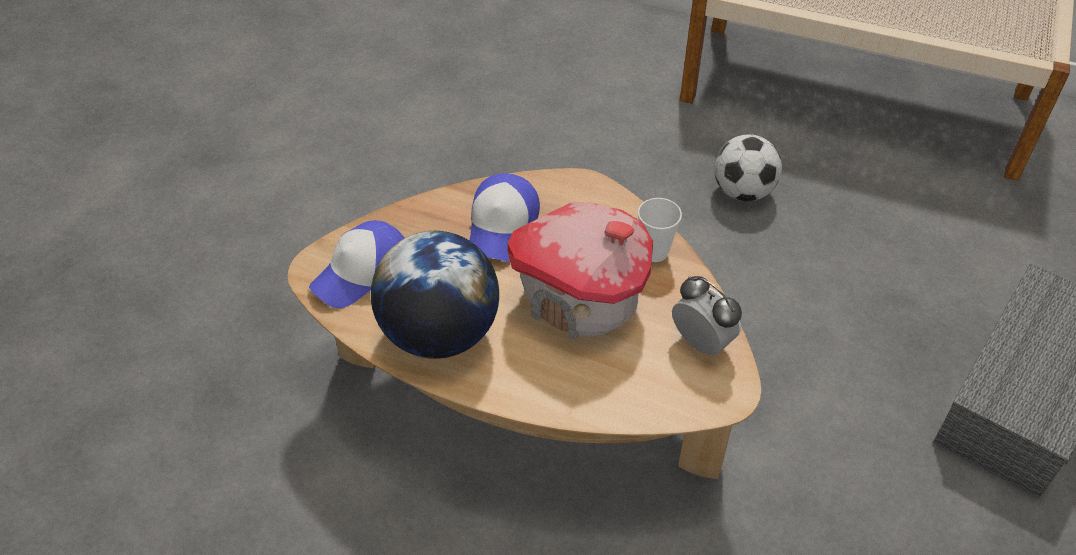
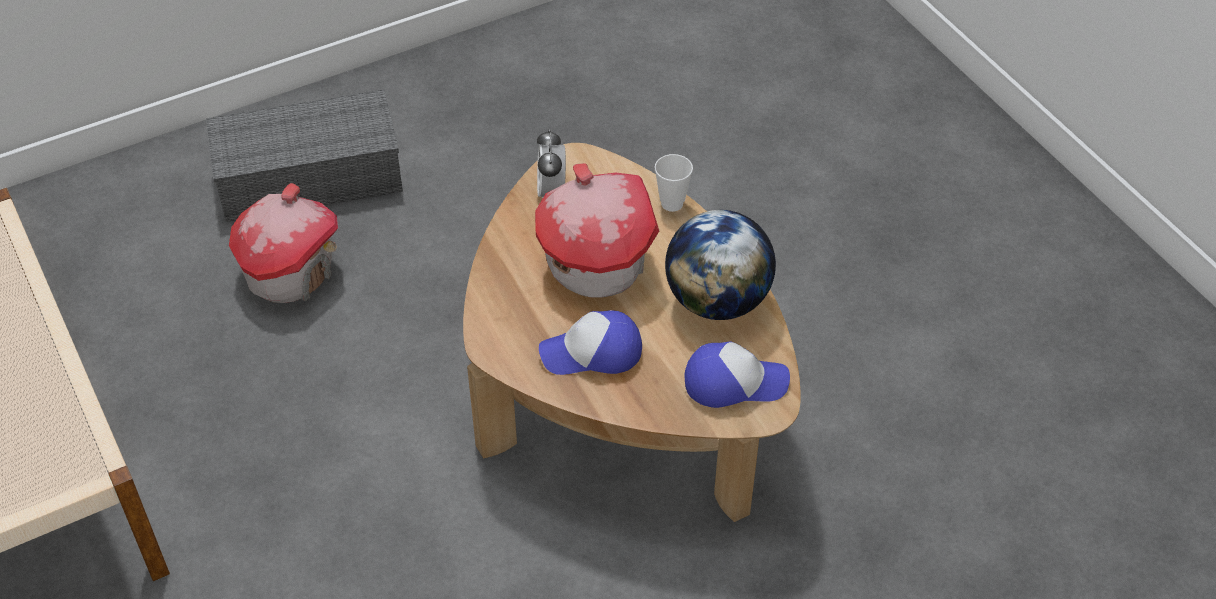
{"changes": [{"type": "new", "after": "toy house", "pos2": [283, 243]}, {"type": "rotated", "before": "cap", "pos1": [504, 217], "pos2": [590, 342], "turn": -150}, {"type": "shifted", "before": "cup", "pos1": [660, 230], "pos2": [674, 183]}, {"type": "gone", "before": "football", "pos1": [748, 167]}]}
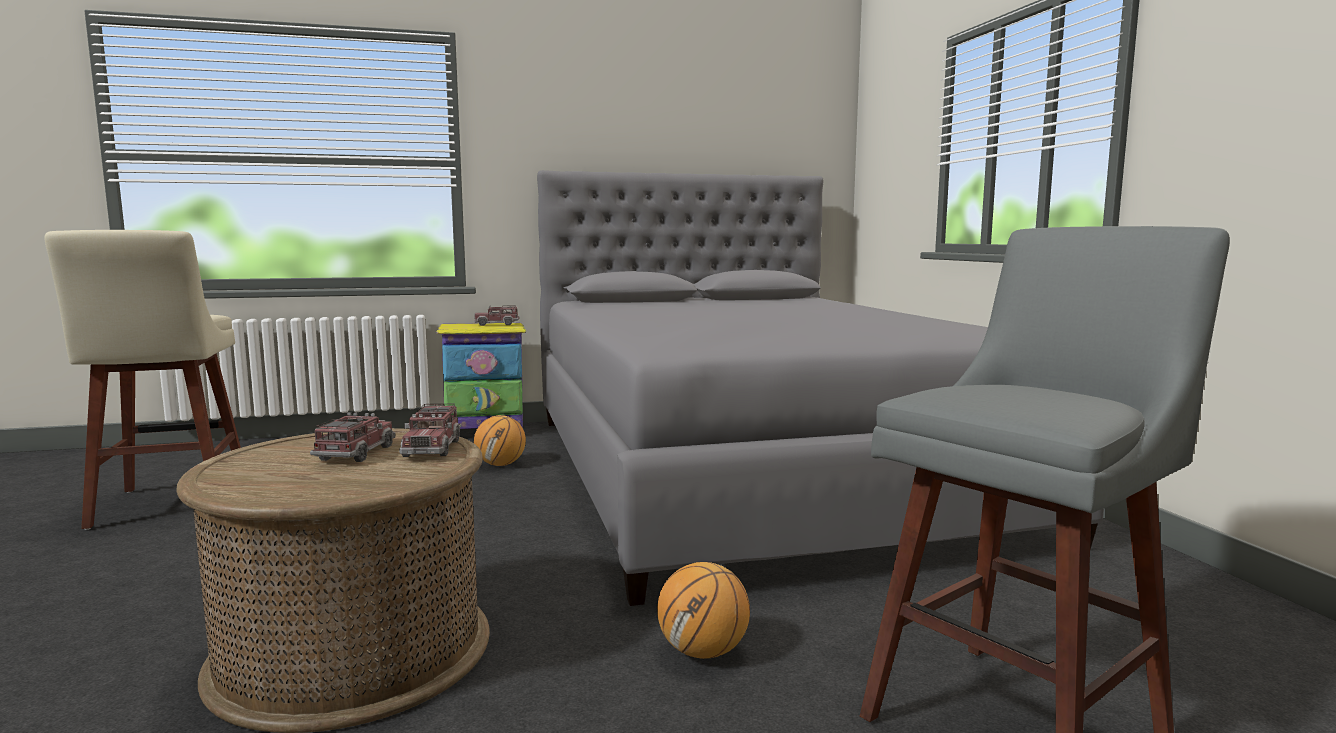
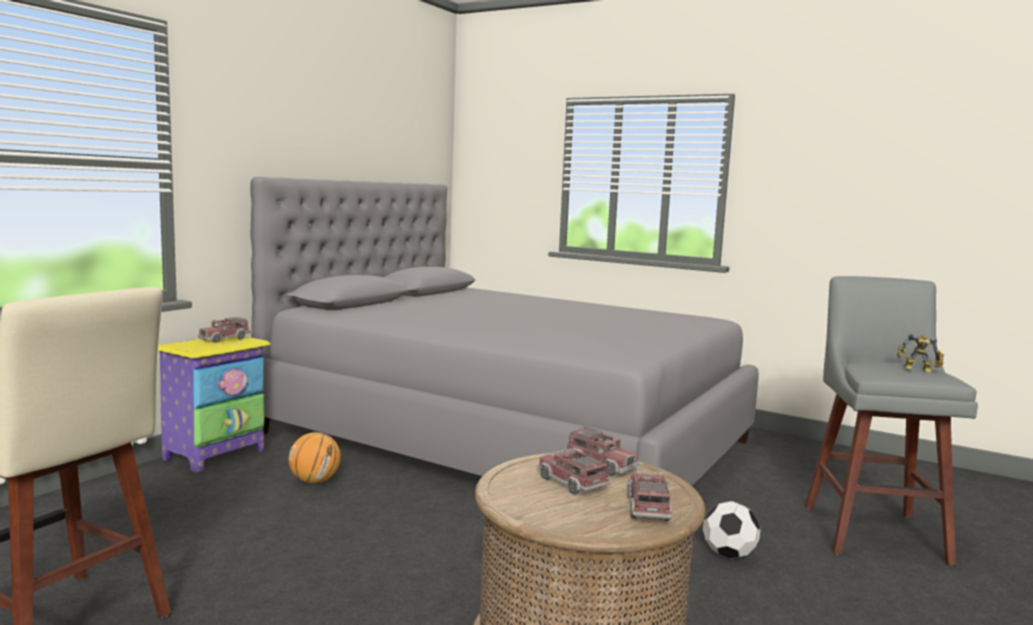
{"changes": [{"type": "new", "after": "toy truck", "pos2": [649, 495]}, {"type": "swapped", "before": "basketball", "after": "football", "pos1": [703, 610], "pos2": [732, 530]}, {"type": "new", "after": "toy robot", "pos2": [920, 352]}]}
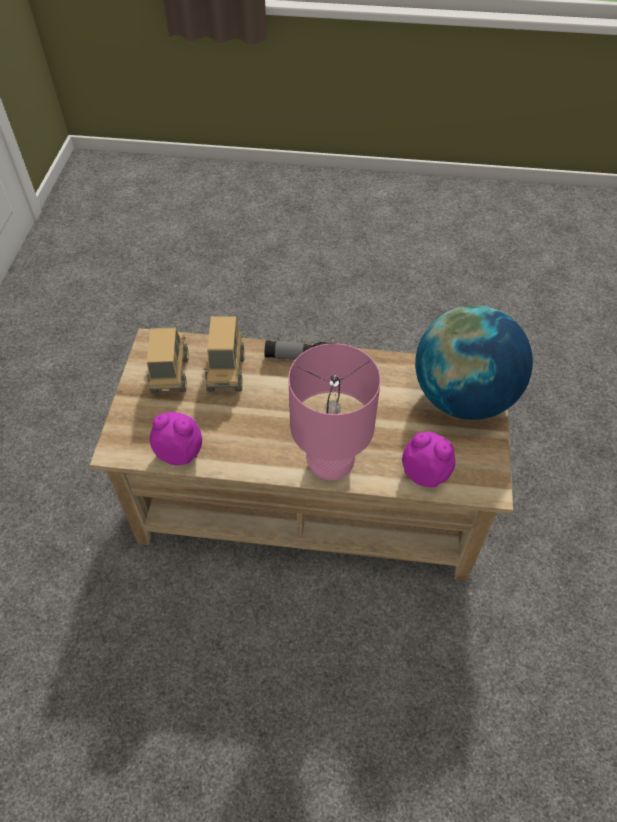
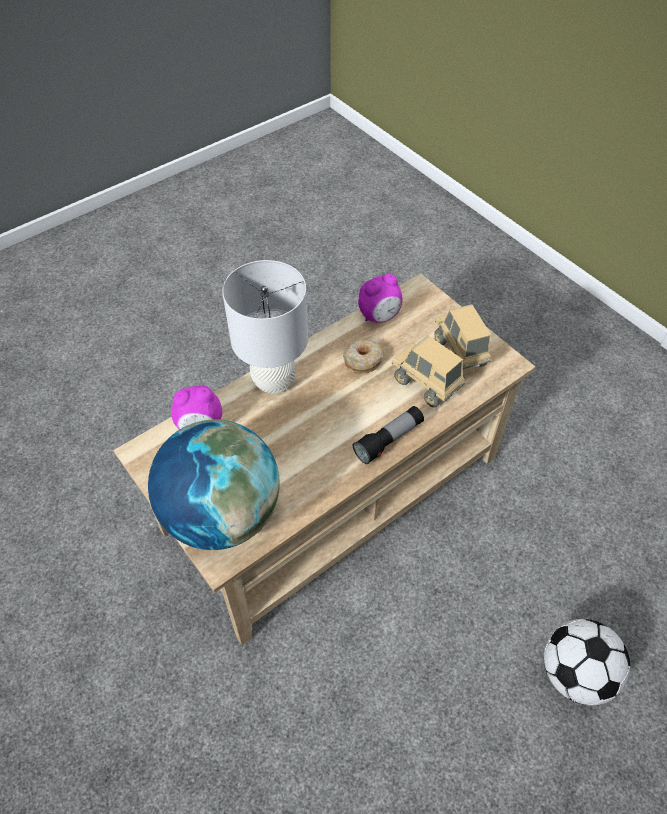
{"changes": [{"type": "repainted", "before": "pink table lamp", "after": "grey table lamp", "pos1": [334, 412], "pos2": [265, 326]}, {"type": "new", "after": "donut", "pos2": [363, 356]}, {"type": "rotated", "before": "toy truck", "pos1": [168, 360], "pos2": [462, 336], "turn": -150}, {"type": "new", "after": "football", "pos2": [587, 662]}]}
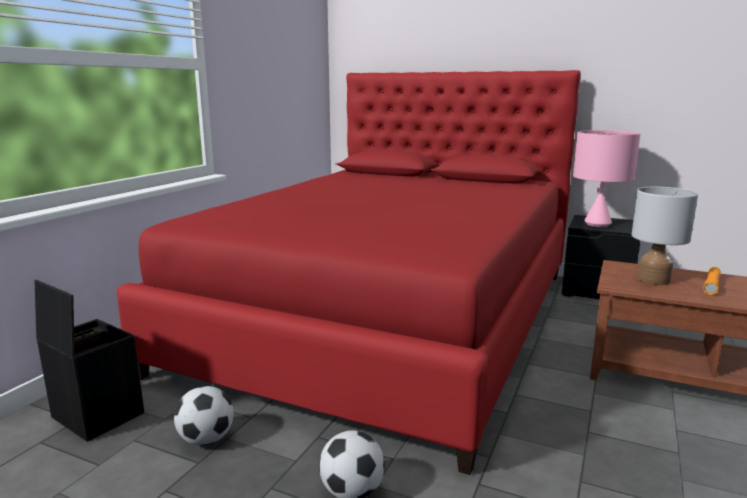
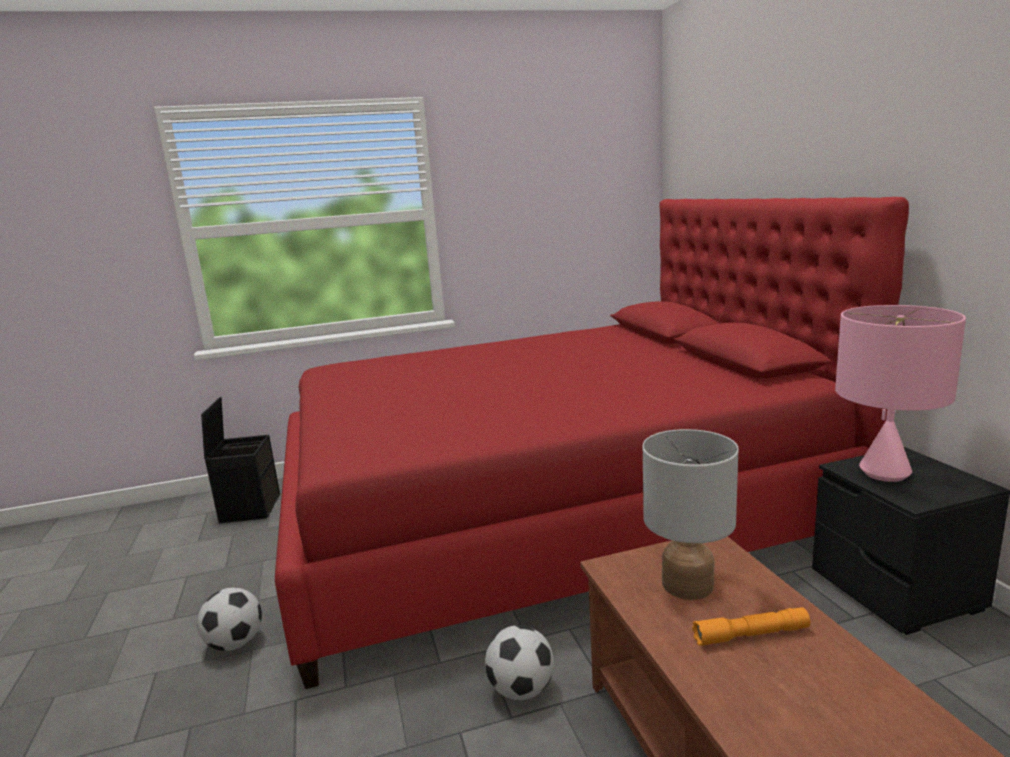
{"changes": [{"type": "shifted", "before": "football", "pos1": [204, 415], "pos2": [519, 662]}]}
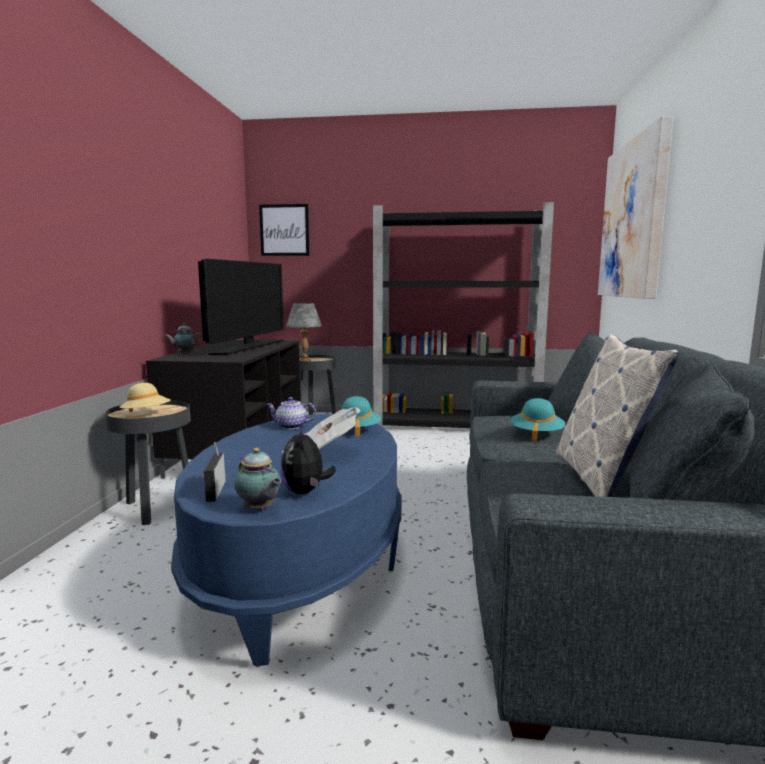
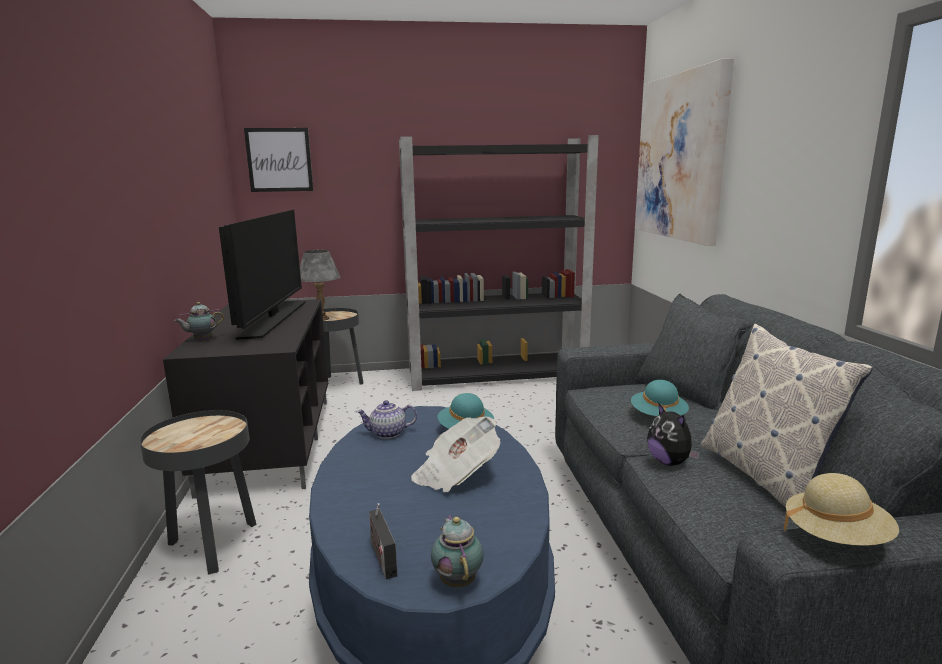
{"changes": [{"type": "rotated", "before": "teapot", "pos1": [258, 479], "pos2": [457, 551], "turn": -135}, {"type": "shifted", "before": "plush toy", "pos1": [308, 460], "pos2": [673, 435]}, {"type": "shifted", "before": "beige hat", "pos1": [145, 398], "pos2": [841, 509]}]}
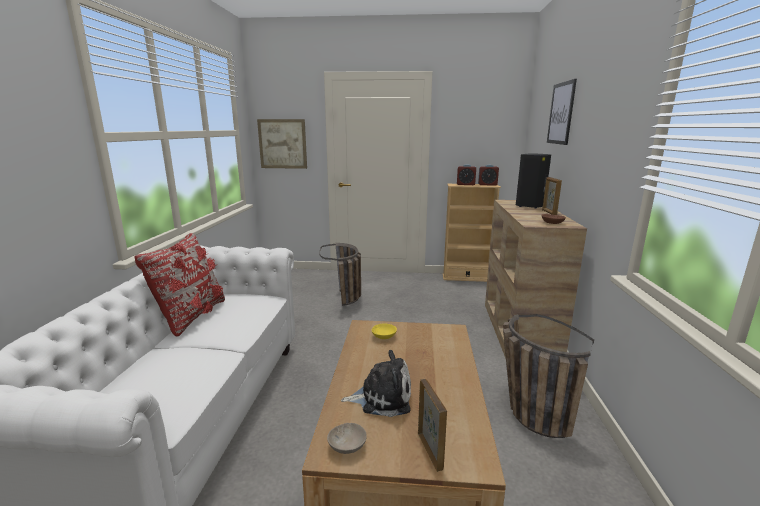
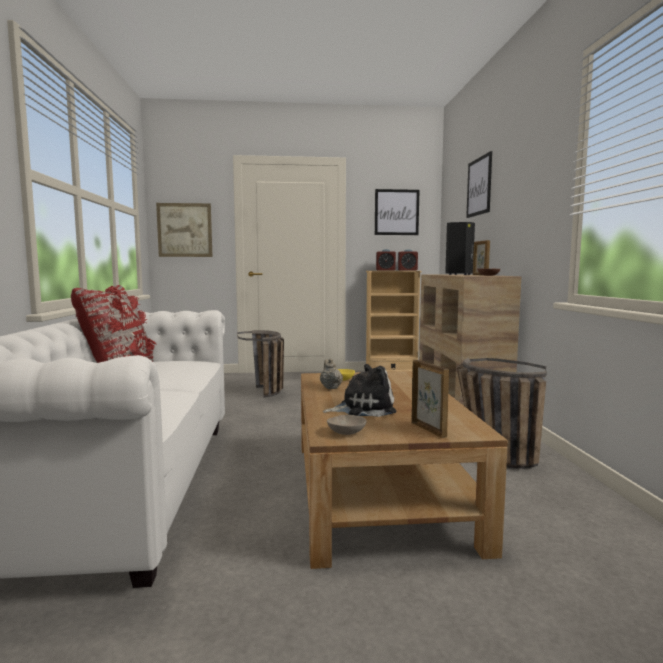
{"changes": [{"type": "new", "after": "beige teapot", "pos2": [331, 374]}, {"type": "new", "after": "picture", "pos2": [397, 212]}]}
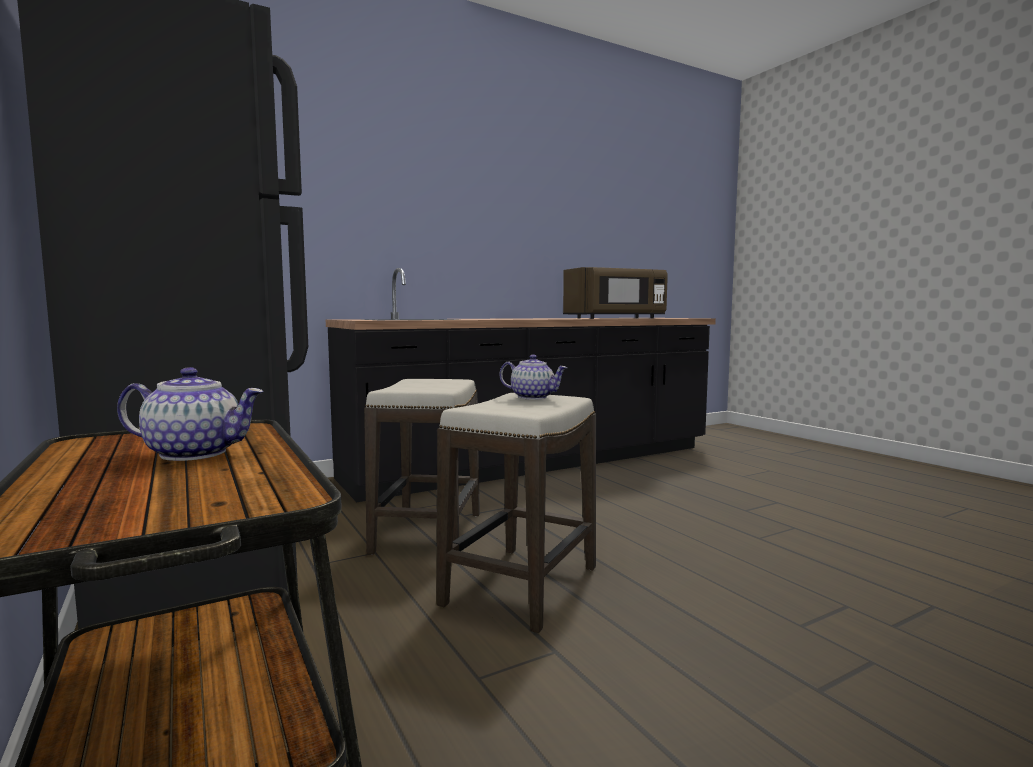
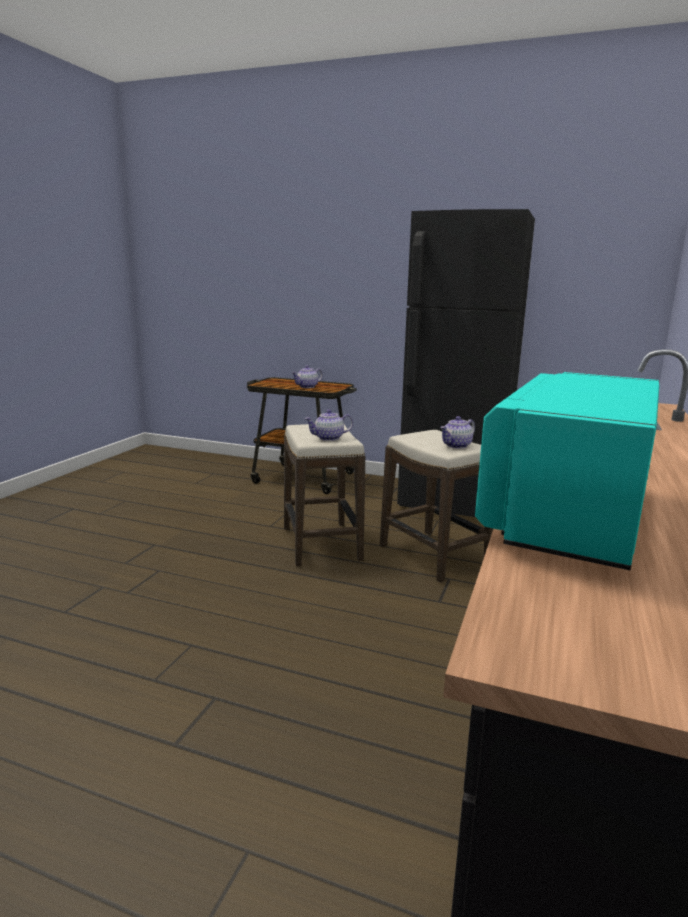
{"changes": [{"type": "new", "after": "teapot", "pos2": [457, 432]}, {"type": "repainted", "before": "brown microwave", "after": "turquoise microwave", "pos1": [615, 293], "pos2": [567, 471]}]}
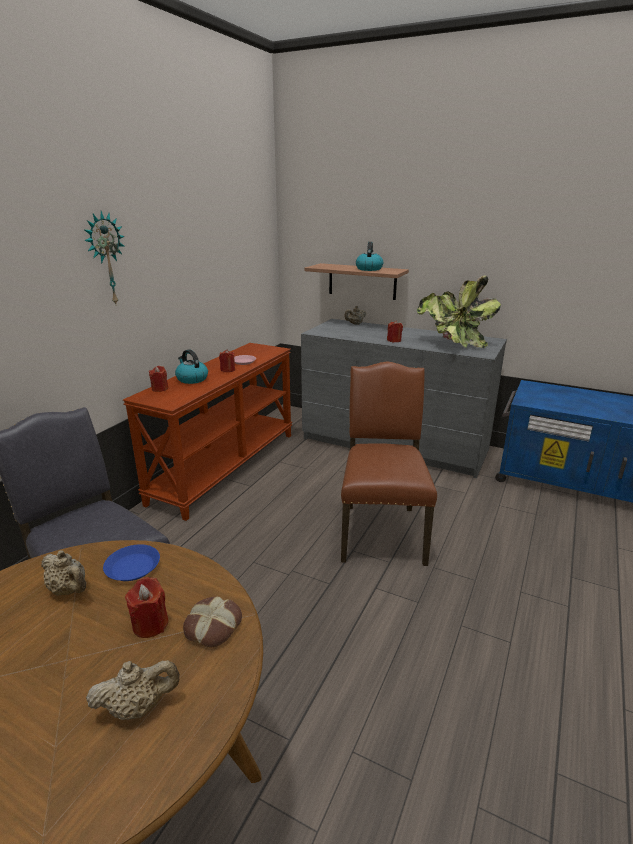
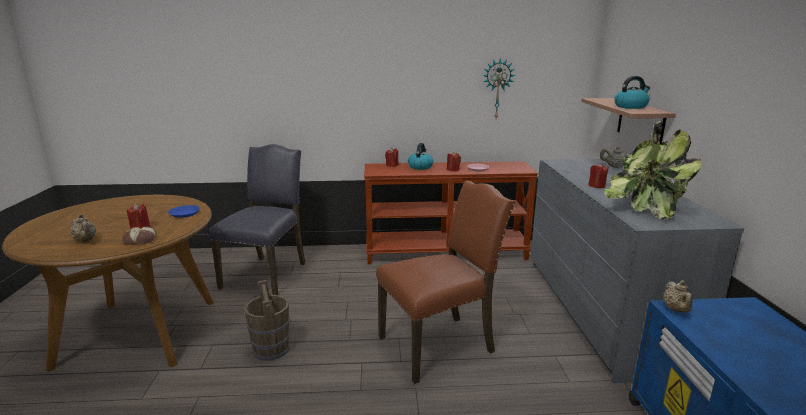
{"changes": [{"type": "new", "after": "brown bucket", "pos2": [267, 320]}, {"type": "shifted", "before": "wall clock", "pos1": [104, 258], "pos2": [499, 88]}, {"type": "shifted", "before": "beige teapot", "pos1": [63, 572], "pos2": [678, 296]}]}
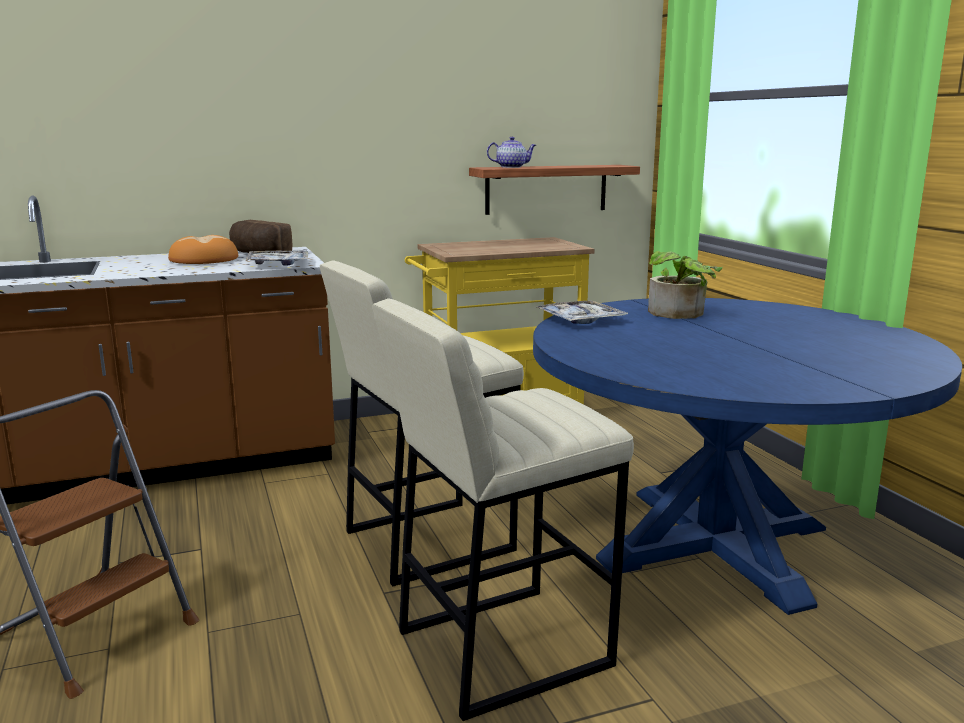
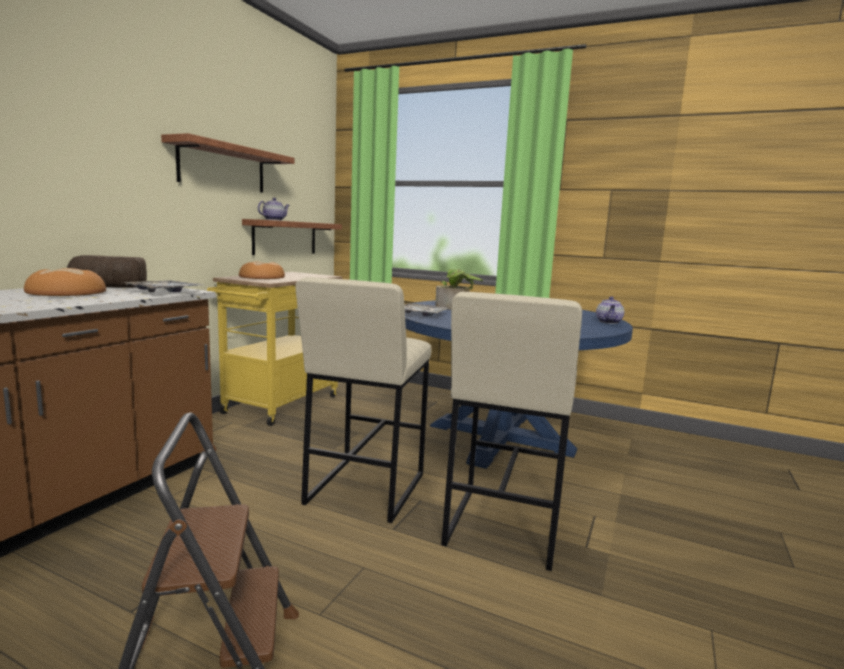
{"changes": [{"type": "new", "after": "shelf", "pos2": [227, 163]}, {"type": "new", "after": "bread", "pos2": [262, 270]}, {"type": "new", "after": "teapot", "pos2": [610, 310]}]}
